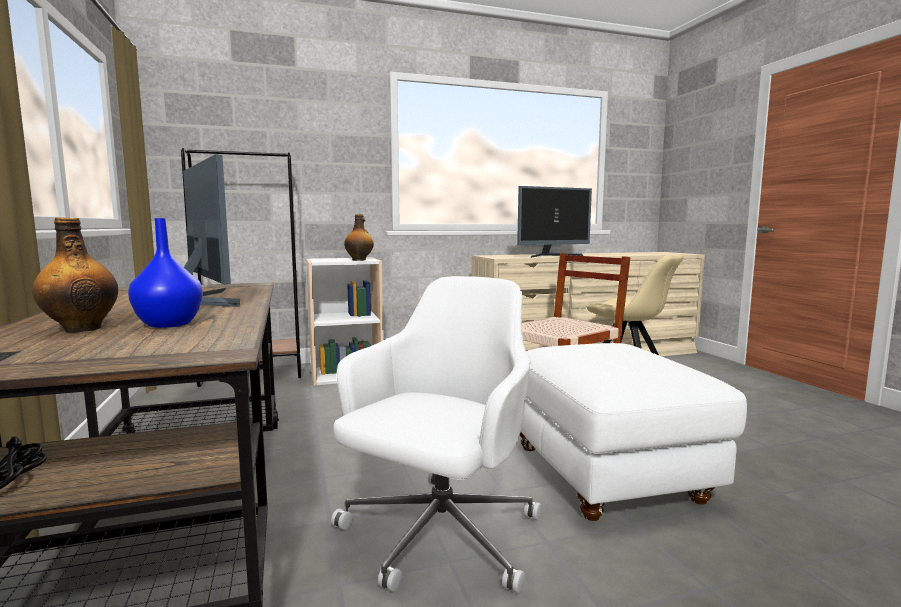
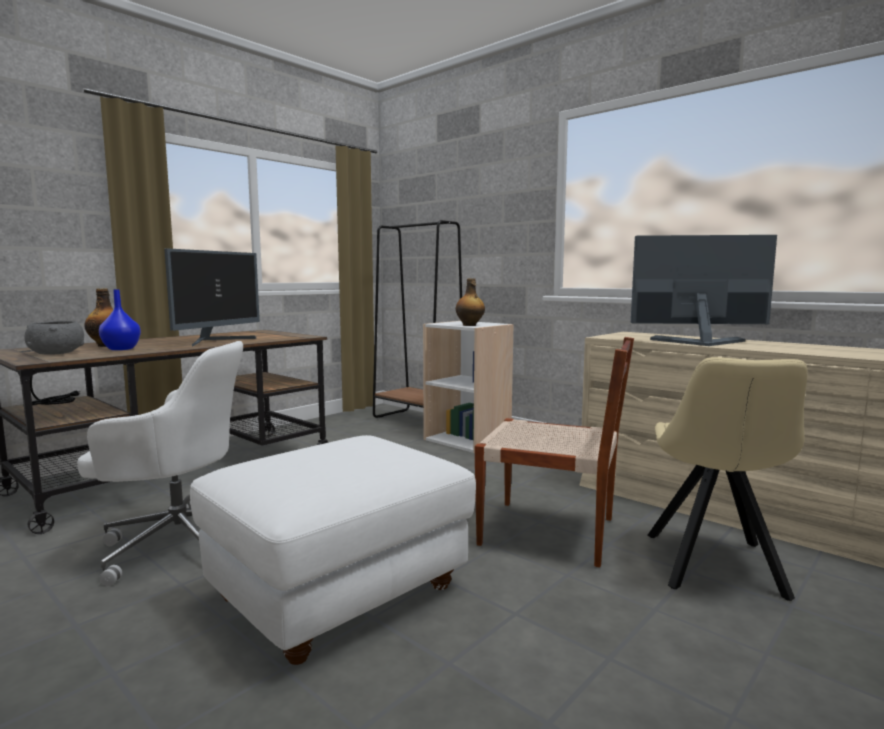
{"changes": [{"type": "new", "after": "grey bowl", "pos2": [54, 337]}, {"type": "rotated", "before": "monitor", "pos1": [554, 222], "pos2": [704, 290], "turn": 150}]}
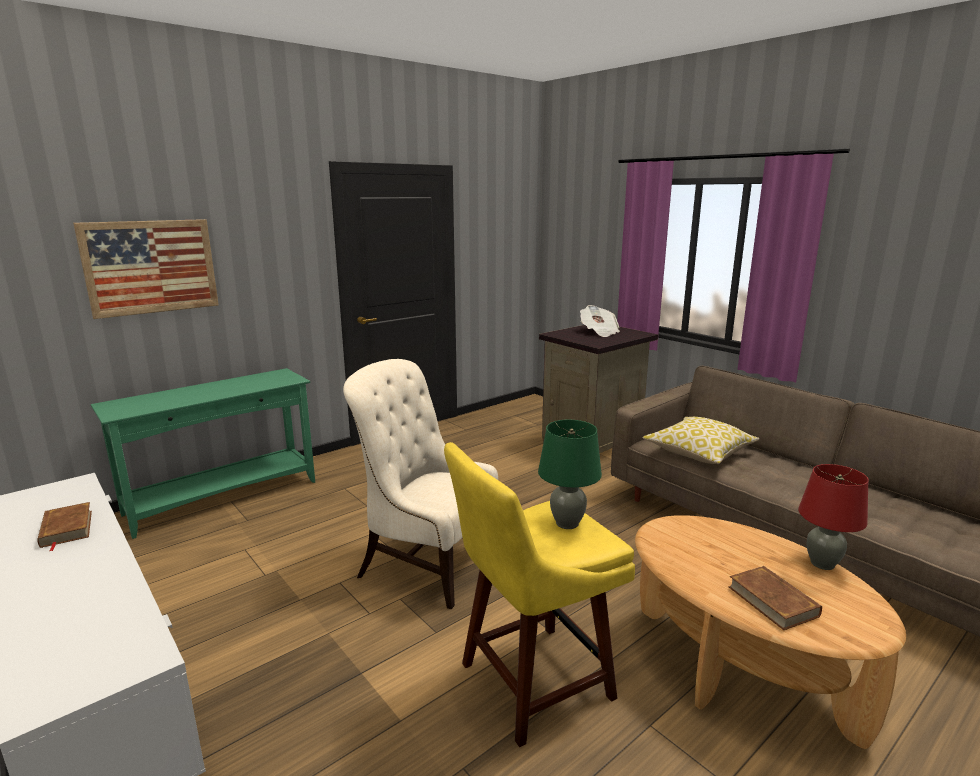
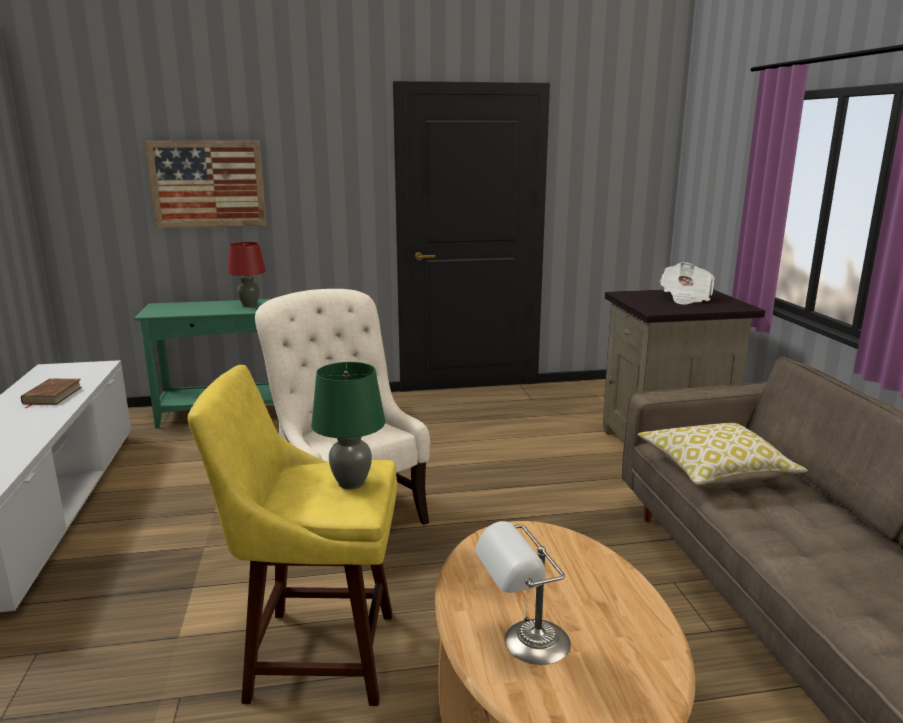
{"changes": [{"type": "shifted", "before": "red table lamp", "pos1": [833, 517], "pos2": [246, 274]}, {"type": "swapped", "before": "brown book", "after": "white table lamp", "pos1": [775, 598], "pos2": [523, 593]}]}
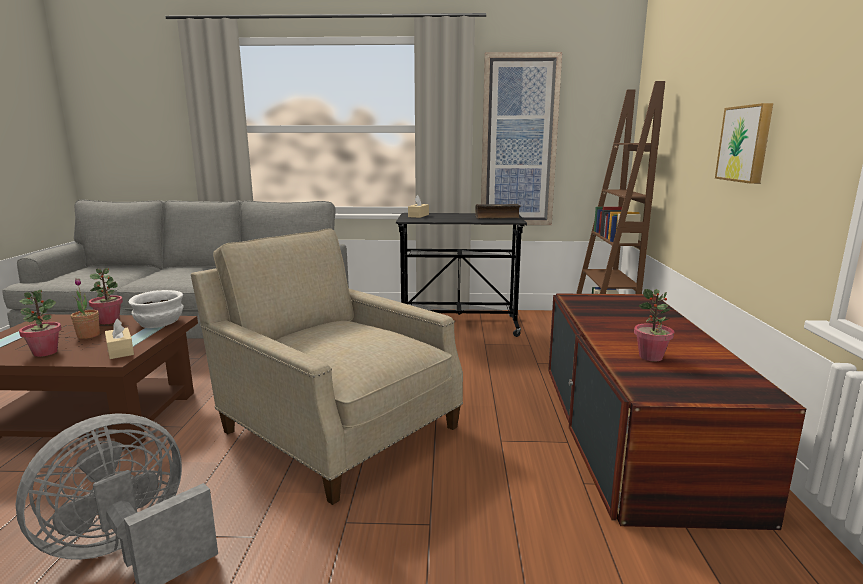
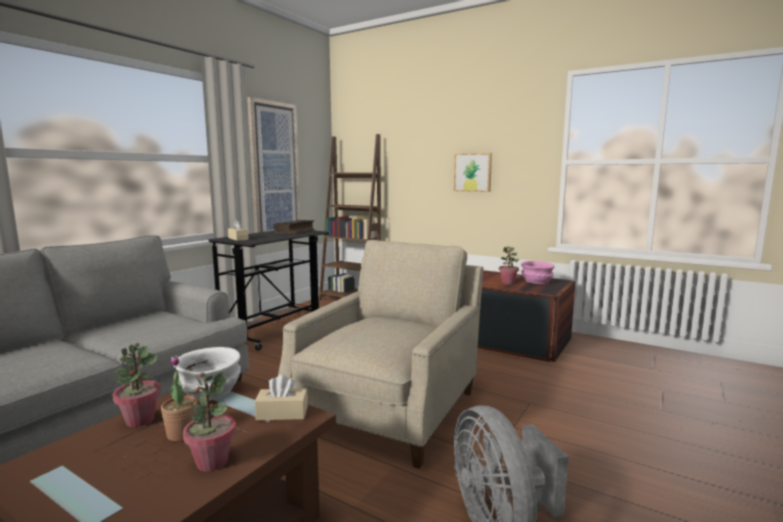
{"changes": [{"type": "rotated", "before": "beige armchair", "pos1": [327, 366], "pos2": [381, 354], "turn": 135}, {"type": "new", "after": "pink bowl", "pos2": [538, 272]}]}
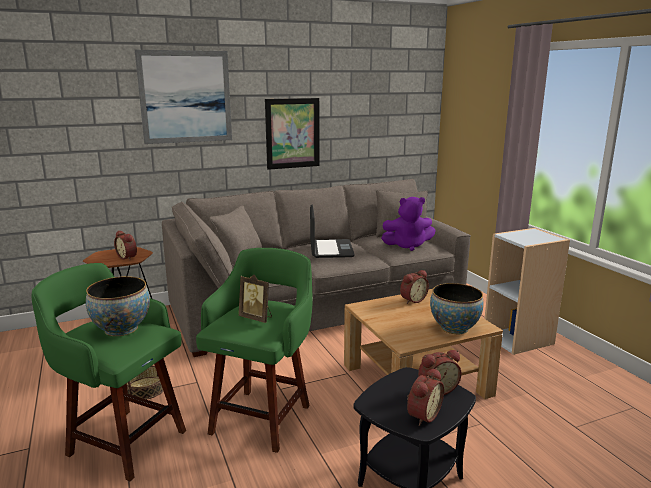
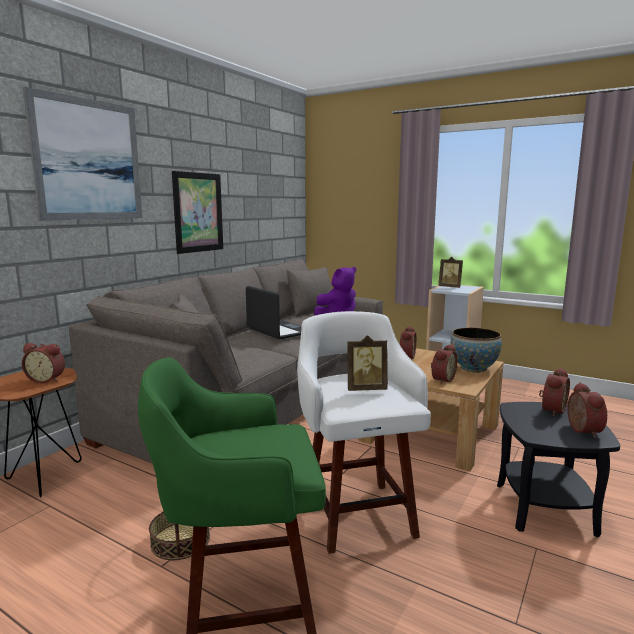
{"changes": [{"type": "repainted", "before": "green stool", "after": "white stool", "pos1": [254, 350], "pos2": [364, 432]}, {"type": "new", "after": "alarm clock", "pos2": [444, 364]}, {"type": "new", "after": "picture frame", "pos2": [450, 272]}, {"type": "gone", "before": "bowl", "pos1": [118, 306]}]}
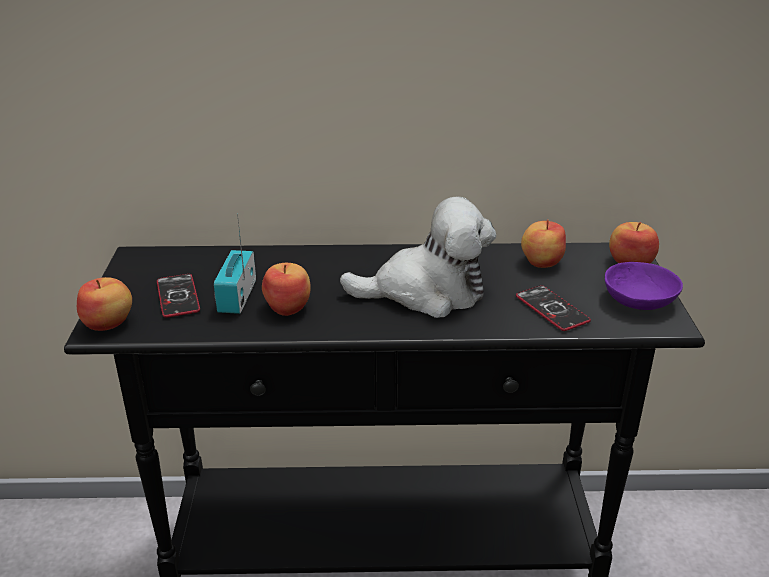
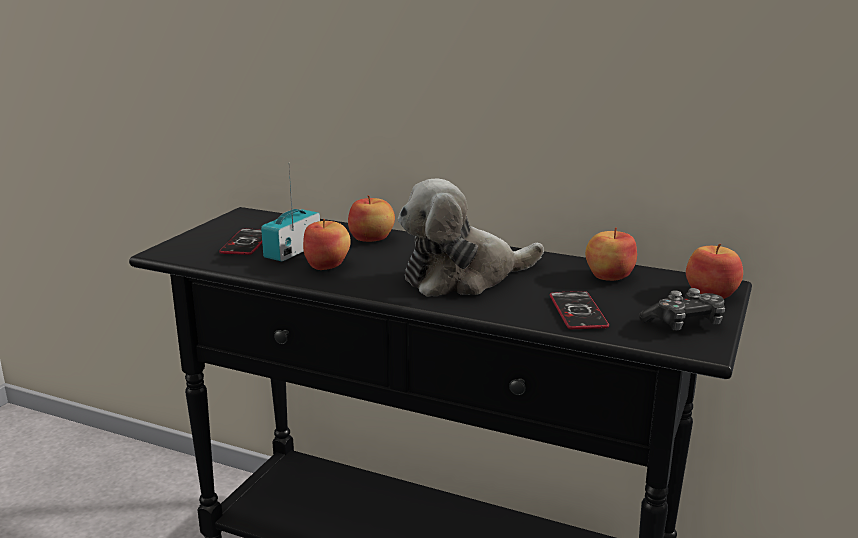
{"changes": [{"type": "shifted", "before": "apple", "pos1": [104, 304], "pos2": [371, 218]}, {"type": "rotated", "before": "plush toy", "pos1": [418, 257], "pos2": [471, 237], "turn": 135}, {"type": "swapped", "before": "purple bowl", "after": "game controller", "pos1": [644, 286], "pos2": [682, 309]}]}
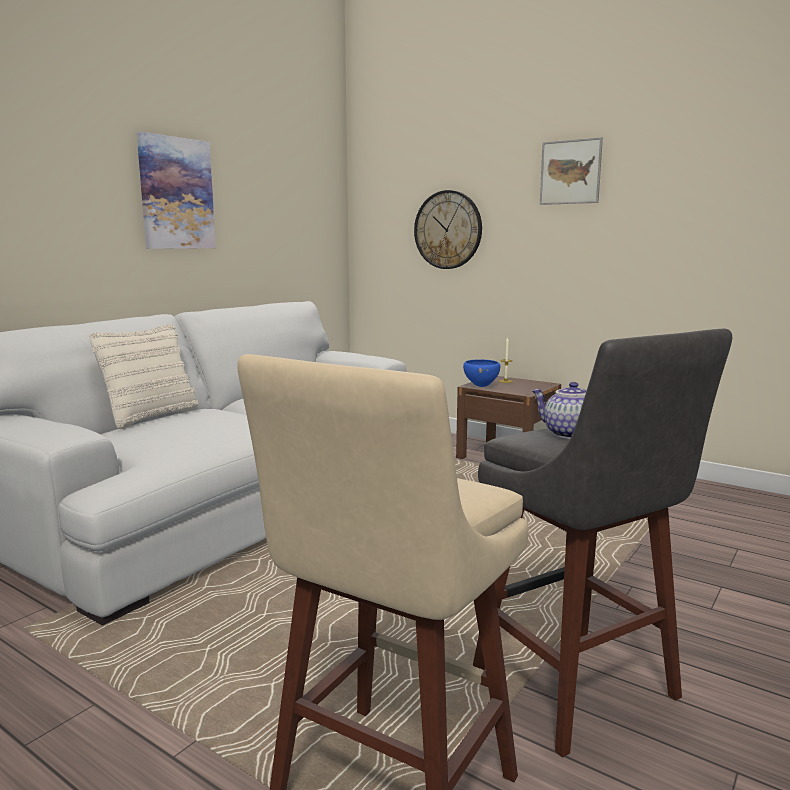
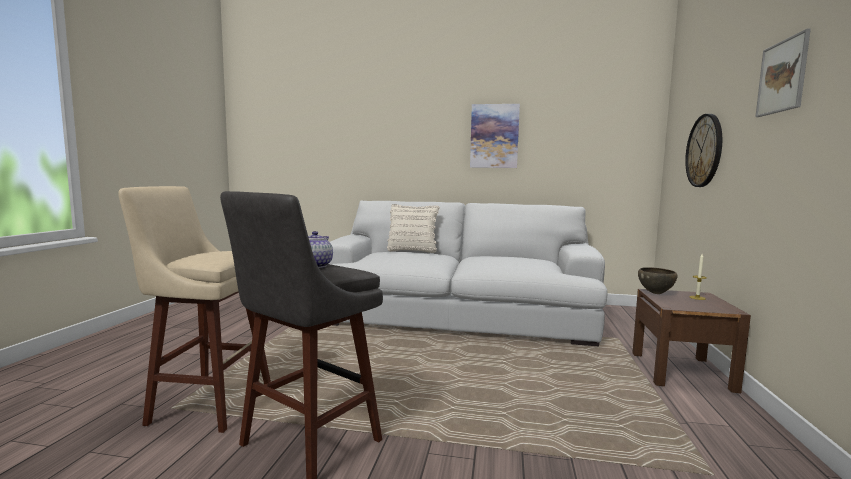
{"changes": [{"type": "repainted", "before": "blue bowl", "after": "brown bowl", "pos1": [481, 373], "pos2": [658, 280]}]}
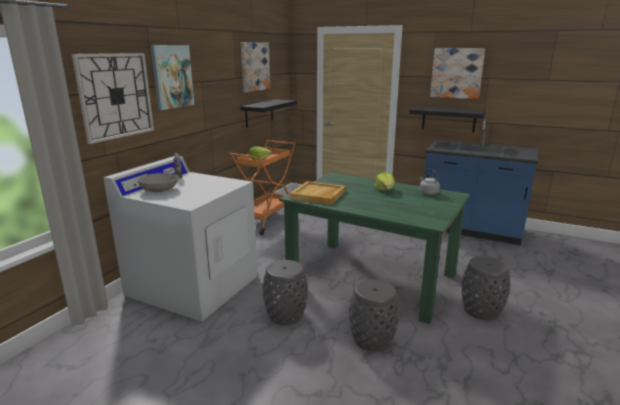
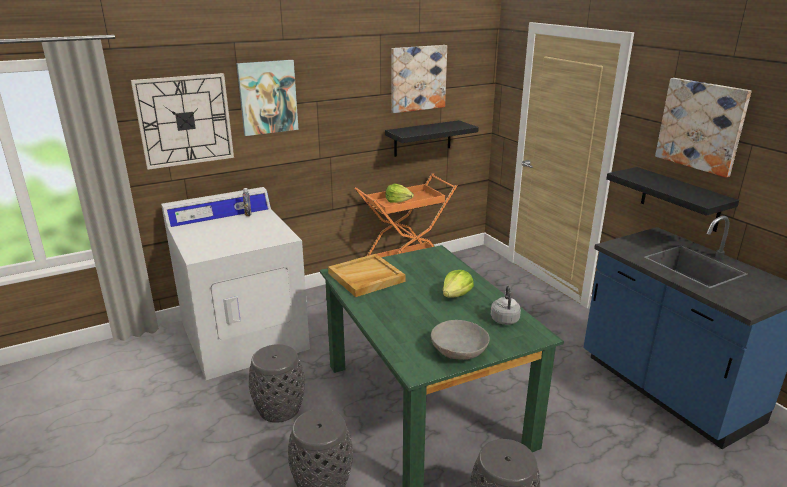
{"changes": [{"type": "shifted", "before": "grey bowl", "pos1": [158, 182], "pos2": [460, 340]}]}
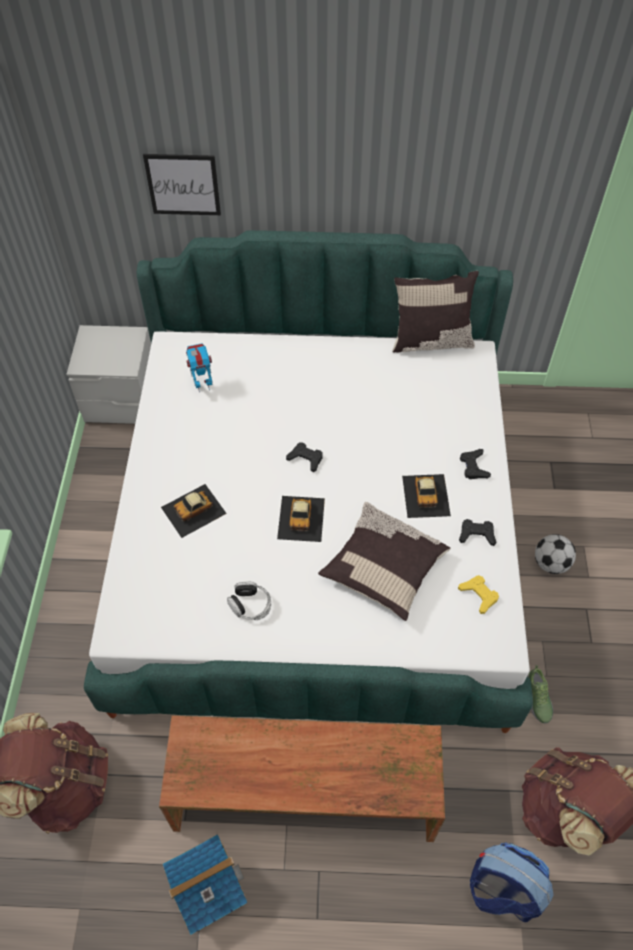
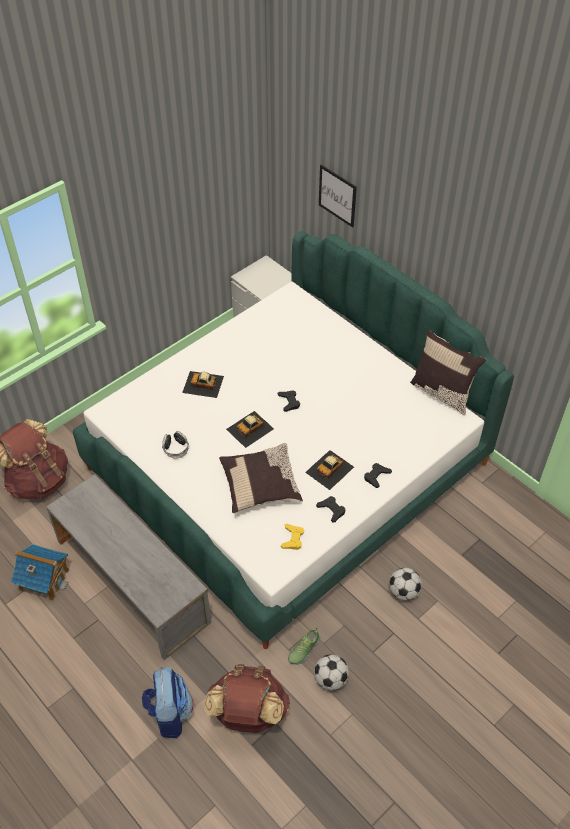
{"changes": [{"type": "repainted", "before": "brown bench", "after": "grey bench", "pos1": [302, 778], "pos2": [128, 567]}, {"type": "new", "after": "football", "pos2": [331, 672]}, {"type": "gone", "before": "toy robot", "pos1": [199, 367]}]}
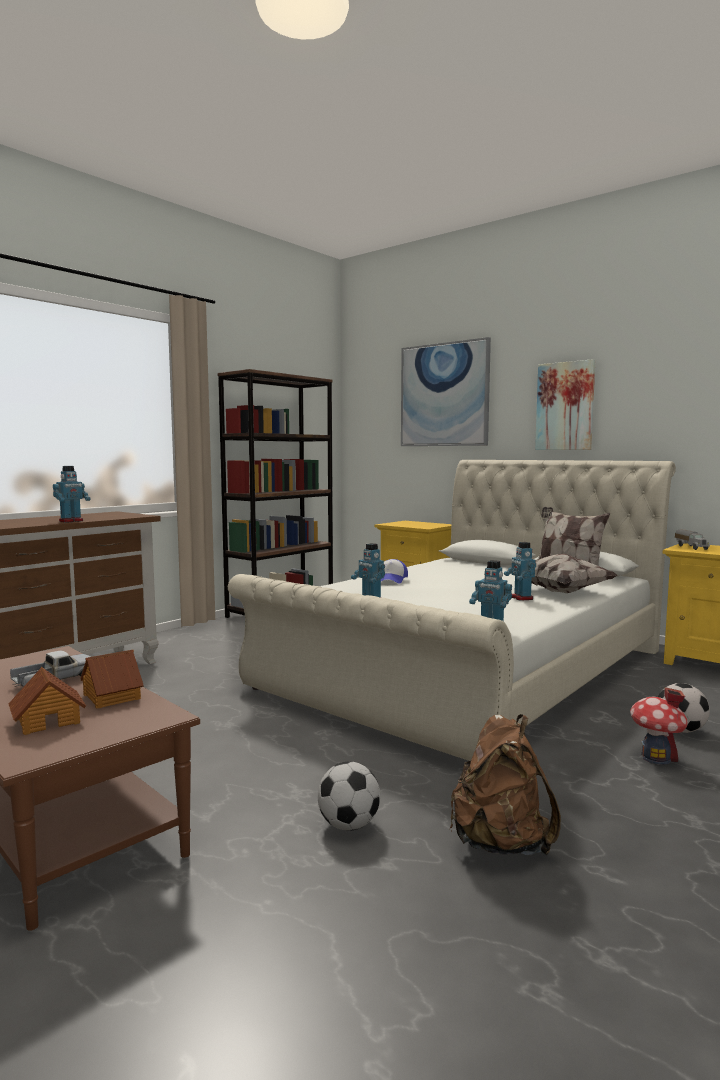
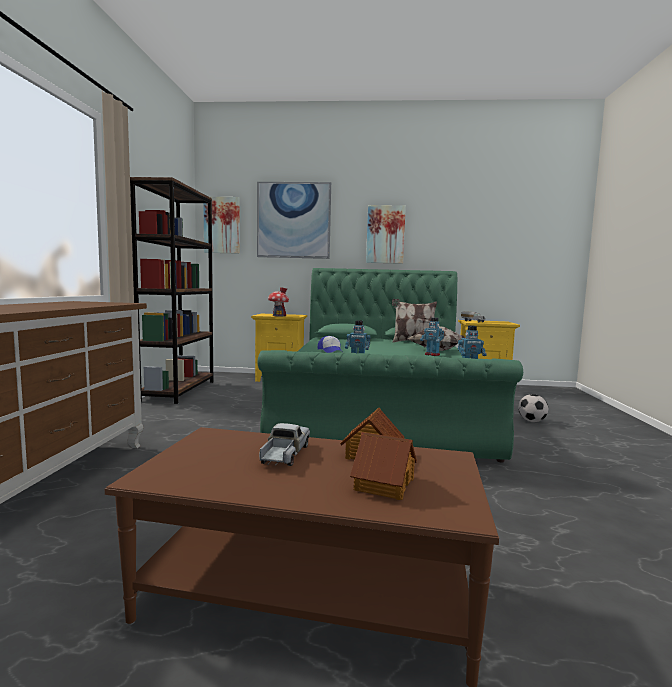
{"changes": [{"type": "new", "after": "picture", "pos2": [221, 225]}, {"type": "repainted", "before": "beige bed", "after": "green bed", "pos1": [452, 610], "pos2": [390, 365]}, {"type": "shifted", "before": "toy house", "pos1": [659, 726], "pos2": [278, 301]}, {"type": "gone", "before": "toy robot", "pos1": [72, 494]}, {"type": "gone", "before": "football", "pos1": [349, 796]}, {"type": "gone", "before": "brown backpack", "pos1": [505, 784]}]}
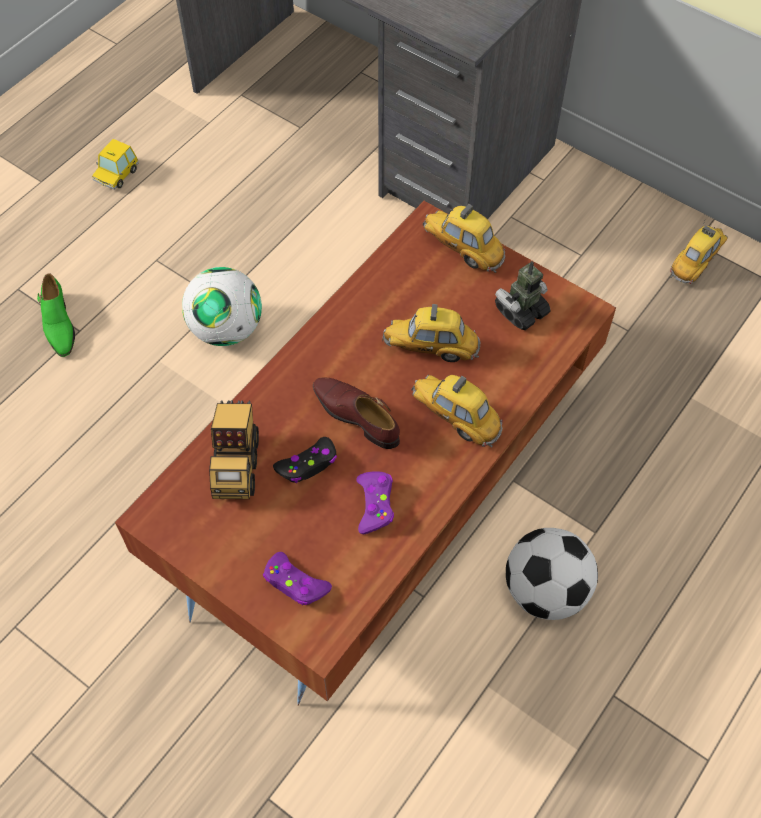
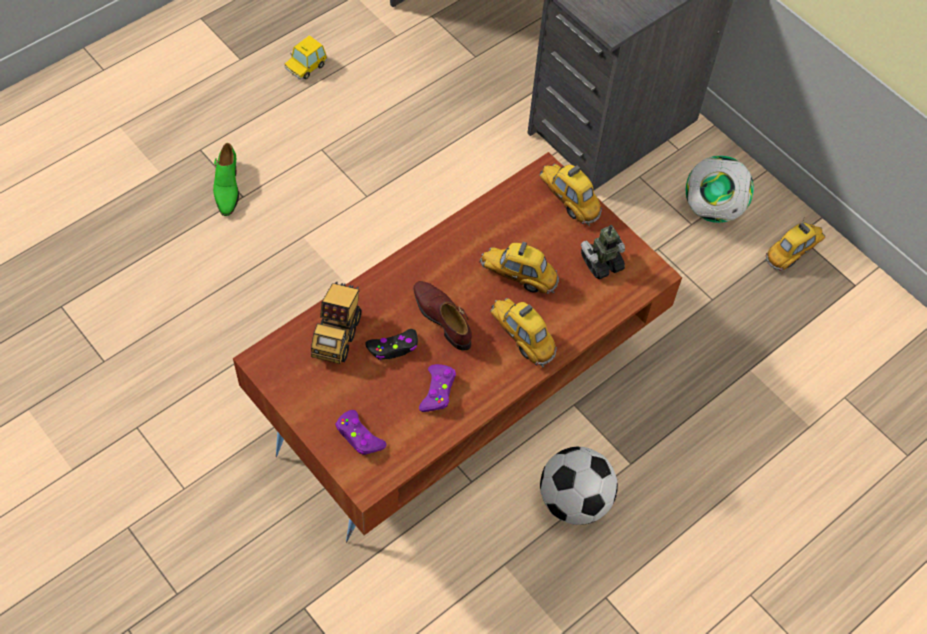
{"changes": [{"type": "shifted", "before": "football", "pos1": [222, 306], "pos2": [720, 189]}]}
